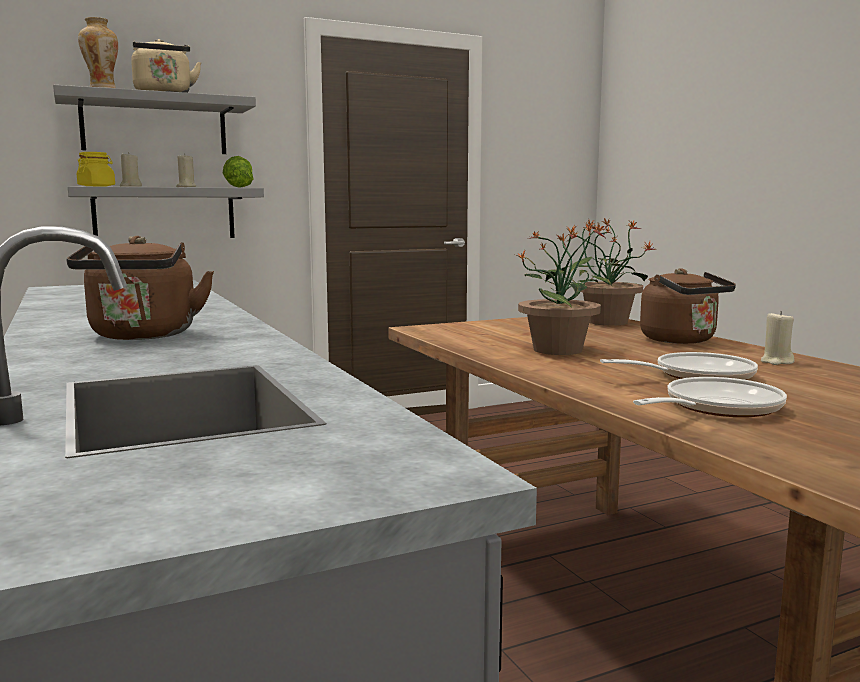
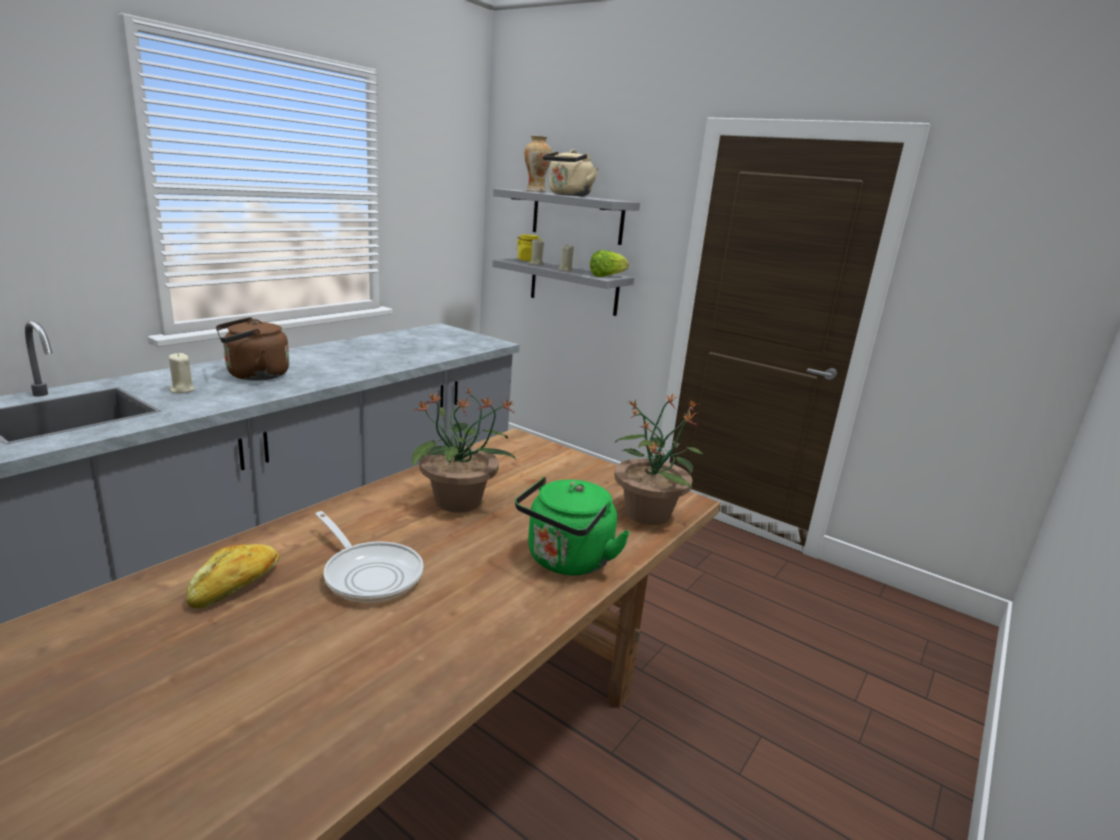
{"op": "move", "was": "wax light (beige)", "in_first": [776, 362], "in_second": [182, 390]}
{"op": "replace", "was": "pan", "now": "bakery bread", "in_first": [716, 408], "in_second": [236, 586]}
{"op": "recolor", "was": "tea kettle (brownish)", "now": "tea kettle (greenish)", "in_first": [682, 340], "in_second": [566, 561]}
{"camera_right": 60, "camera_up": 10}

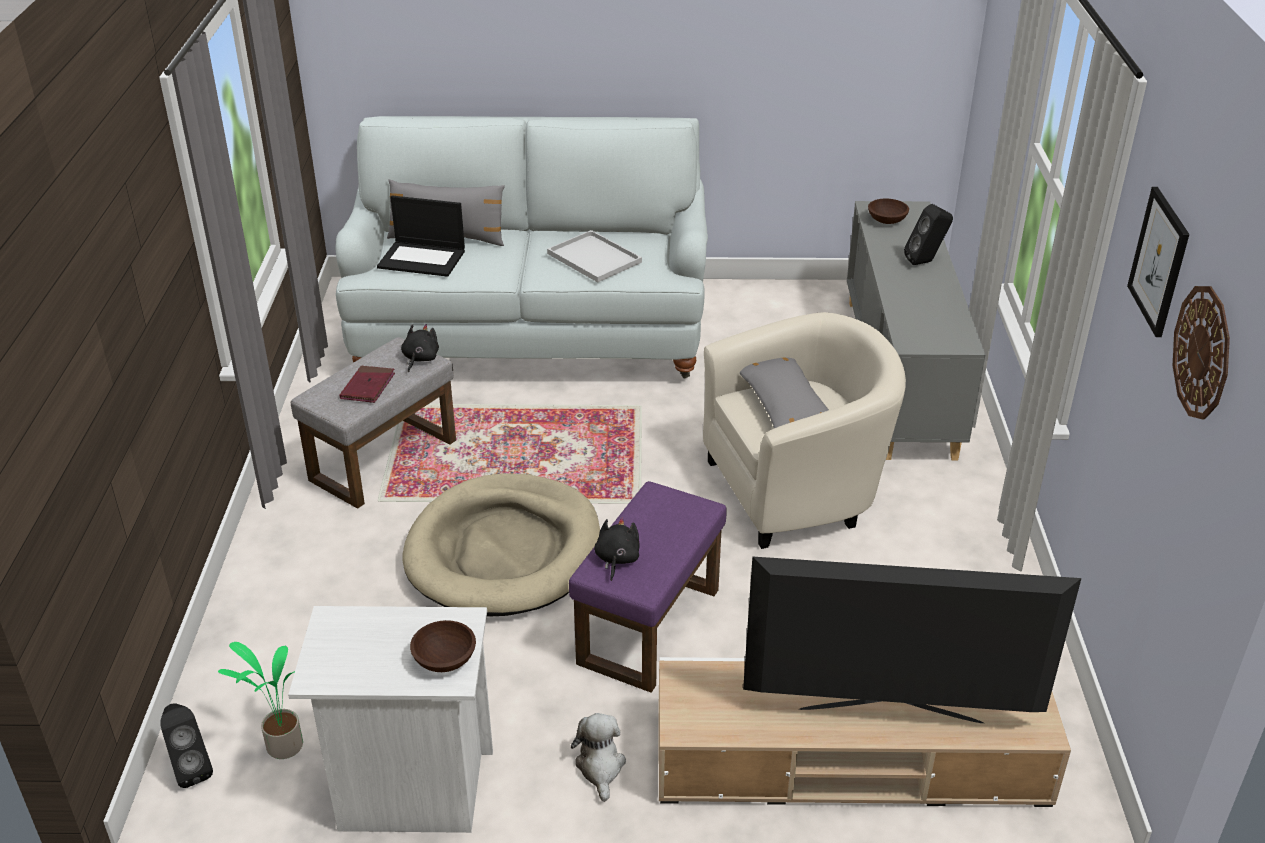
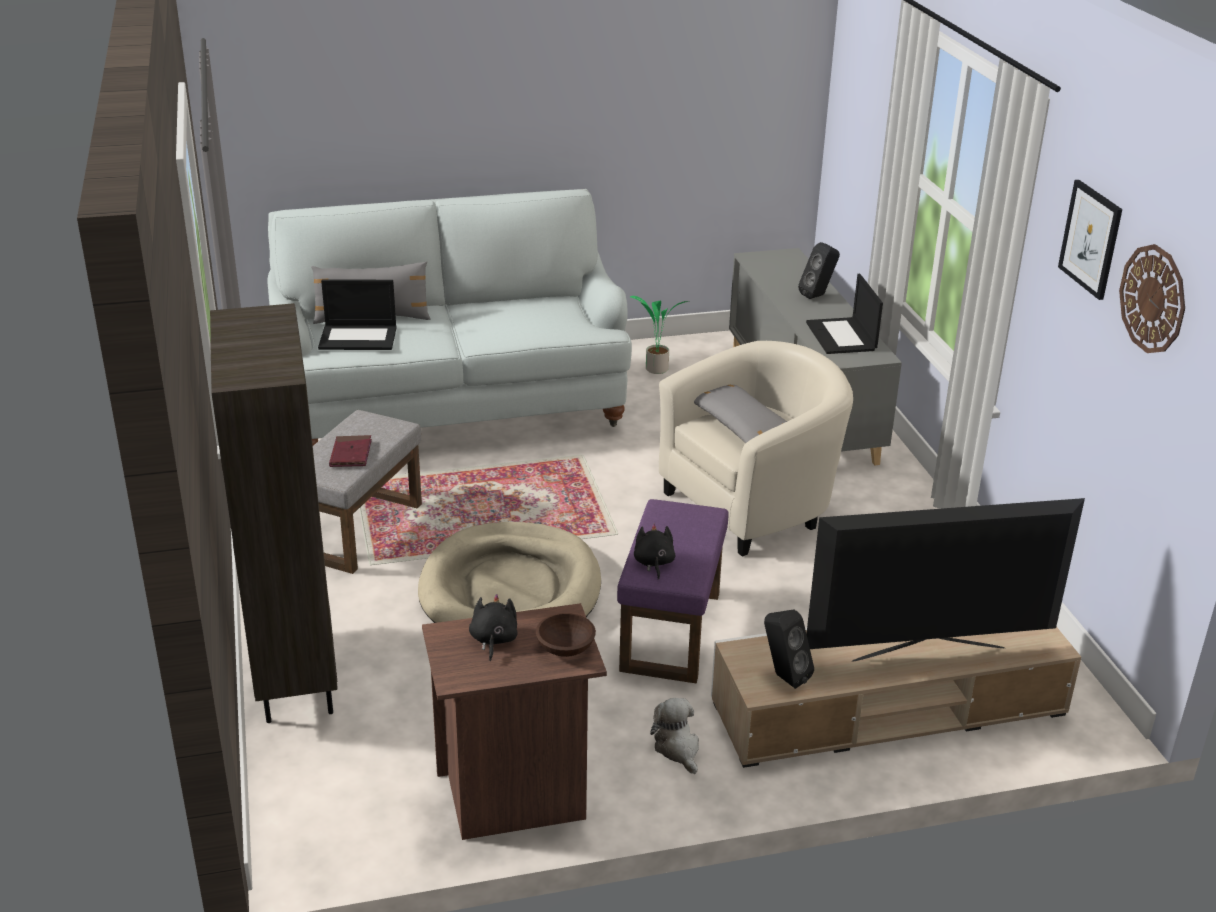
{"op": "delete", "was": "tray (whitish)", "in_first": [592, 257]}
{"op": "delete", "was": "deep dish (brownish)", "in_first": [886, 220]}
{"op": "insert", "now": "bookshelf (brownish)", "in_second": [293, 675]}
{"op": "insert", "now": "portable computer", "in_second": [842, 337]}
{"op": "move", "was": "audio speaker (blackish)", "in_first": [191, 769], "in_second": [783, 676]}
{"op": "move", "was": "houseplant", "in_first": [282, 747], "in_second": [655, 369]}
{"op": "move", "was": "plush toy (blackish)", "in_first": [420, 359], "in_second": [493, 640]}
{"op": "recolor", "was": "night table (whitish)", "now": "night table (brownish)", "in_first": [410, 791], "in_second": [514, 796]}
{"camera_right": -15, "camera_up": -5}

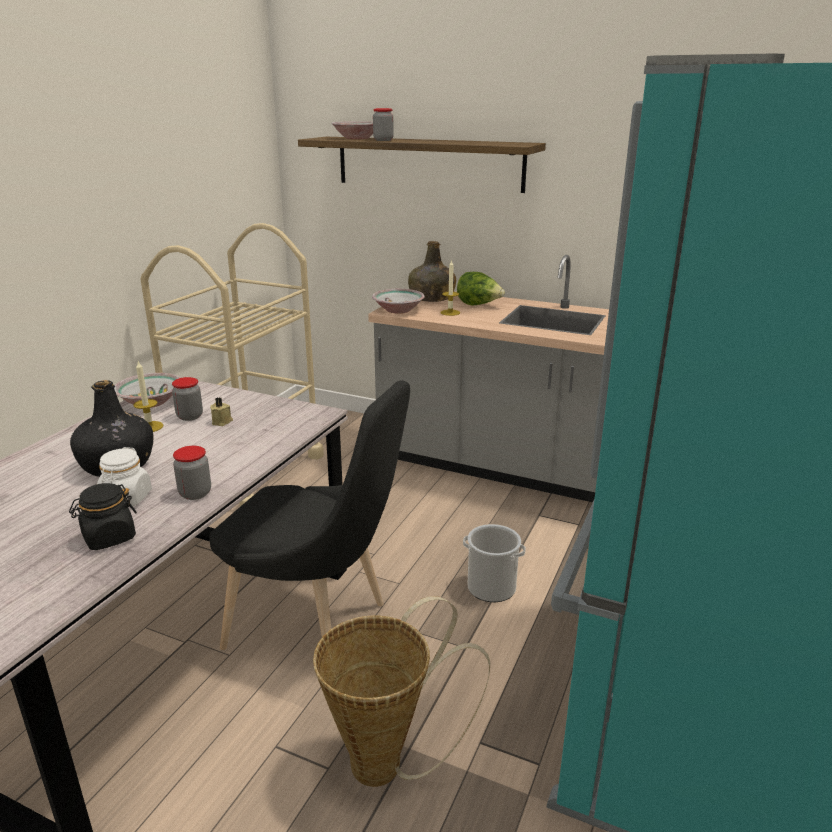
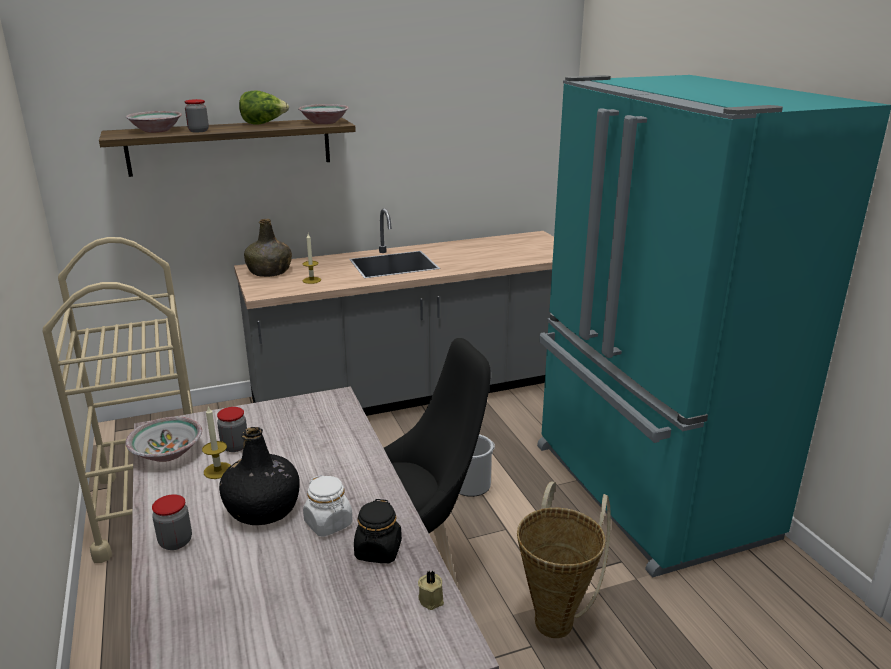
{"op": "move", "was": "jar", "in_first": [195, 493], "in_second": [175, 542]}
{"op": "move", "was": "wax light (beige)", "in_first": [222, 422], "in_second": [431, 599]}
{"op": "move", "was": "deep dish", "in_first": [398, 310], "in_second": [324, 122]}
{"op": "move", "was": "lettuce", "in_first": [478, 305], "in_second": [263, 124]}
{"camera_right": -45, "camera_up": 0}

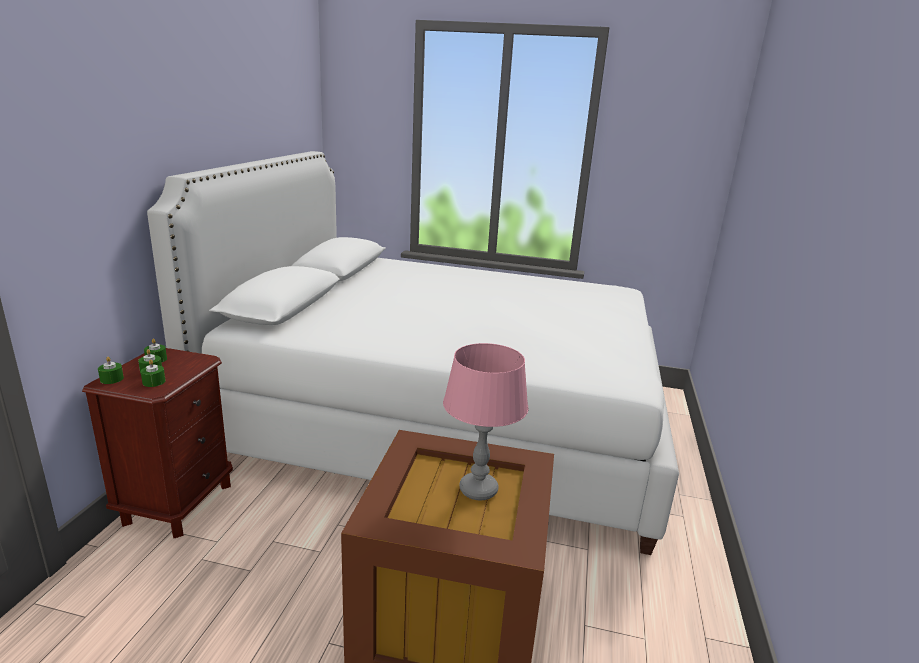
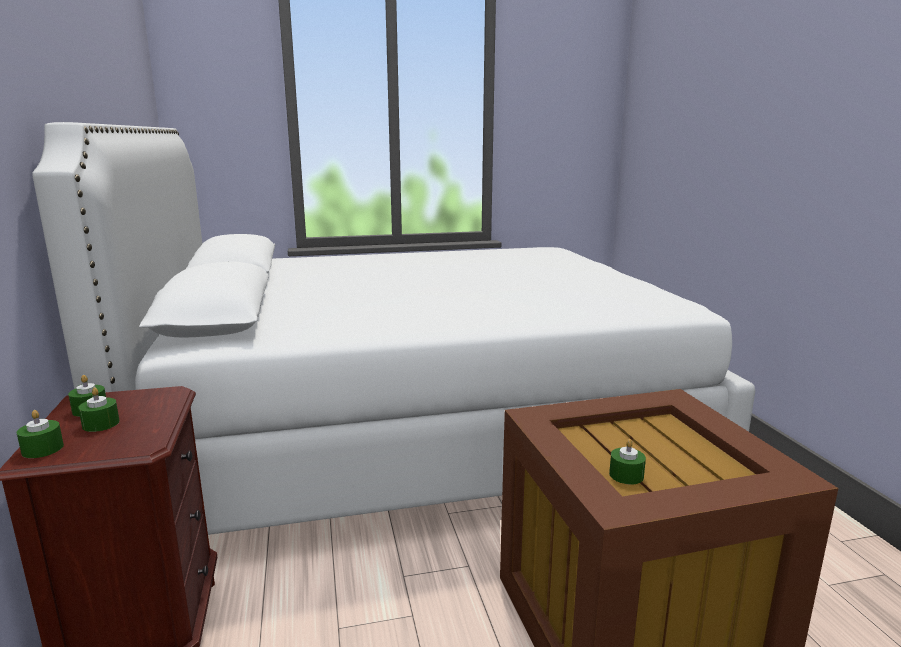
{"op": "delete", "was": "table lamp (pink-coloured)", "in_first": [478, 489]}
{"op": "move", "was": "wax light (greenish)", "in_first": [154, 382], "in_second": [626, 475]}
{"camera_right": -25, "camera_up": -5}

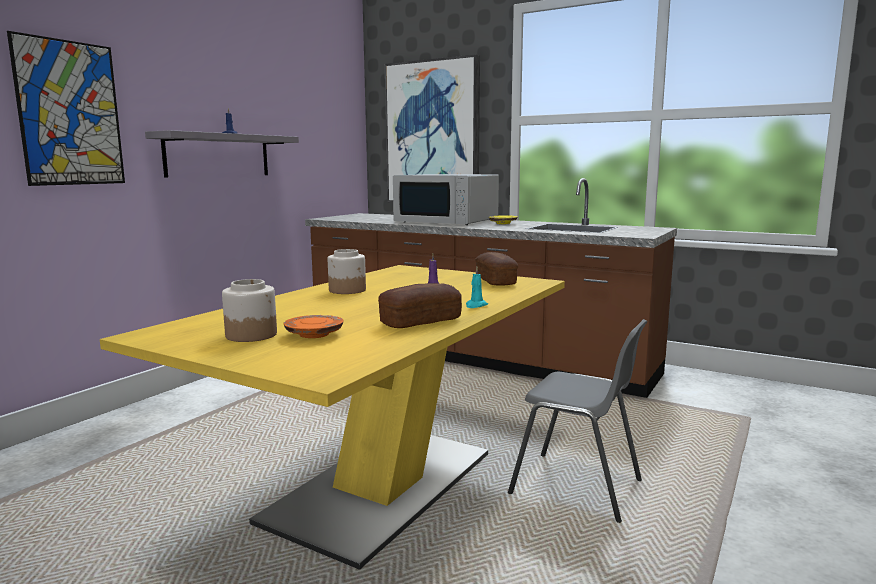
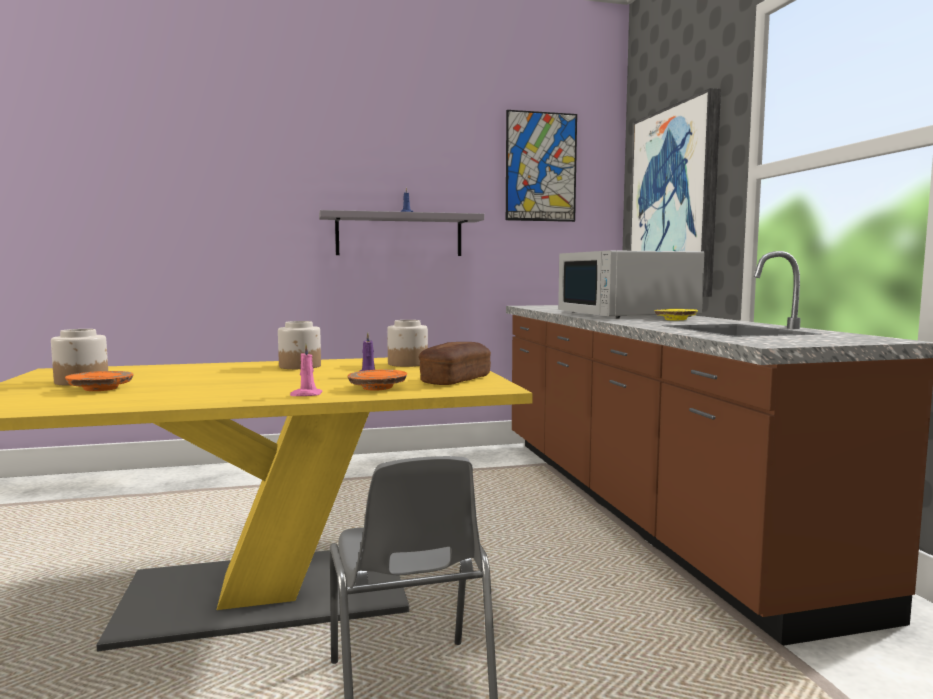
{"op": "delete", "was": "bakery bread", "in_first": [420, 321]}
{"op": "insert", "now": "plate (orange)", "in_second": [377, 388]}
{"op": "insert", "now": "jar", "in_second": [407, 364]}
{"op": "move", "was": "wall art", "in_first": [70, 113], "in_second": [541, 167]}
{"op": "recolor", "was": "wax light (turquoise-coloured)", "now": "wax light (pink-coloured)", "in_first": [475, 305], "in_second": [306, 395]}
{"camera_right": 45, "camera_up": -5}

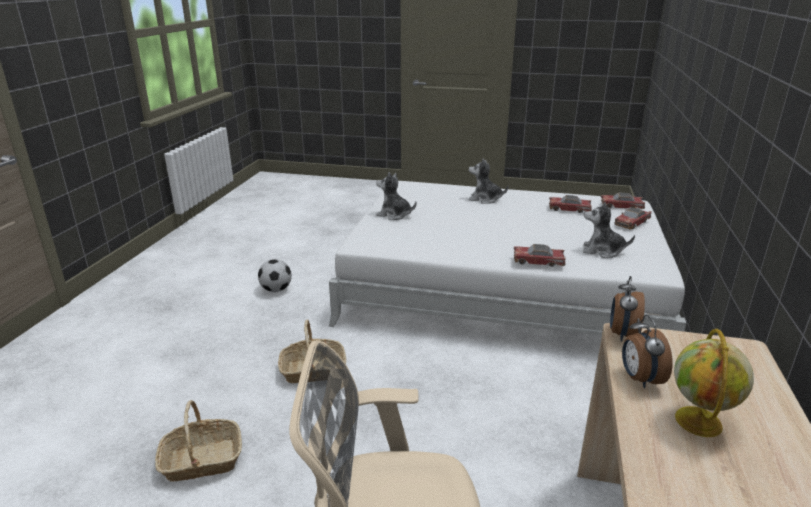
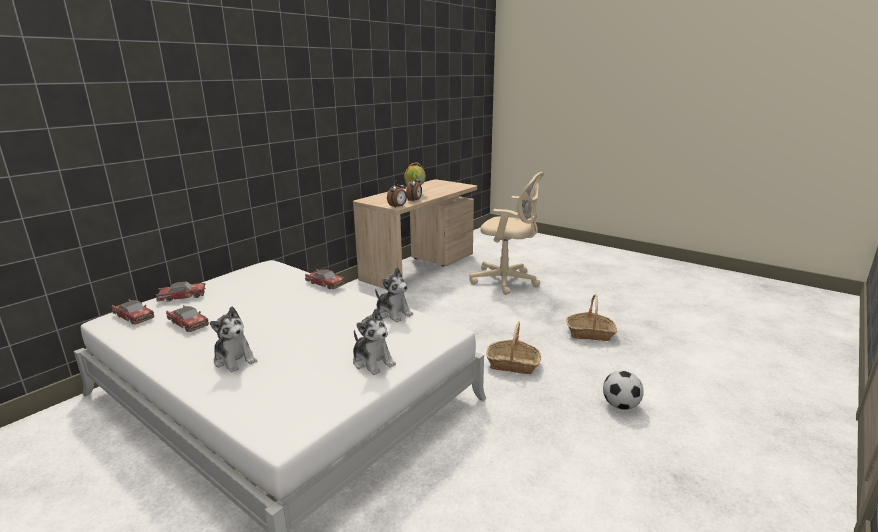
{"op": "move", "was": "football ball", "in_first": [276, 290], "in_second": [620, 405]}
{"op": "move", "was": "plush toy", "in_first": [602, 251], "in_second": [393, 313]}
{"camera_right": -155, "camera_up": -5}

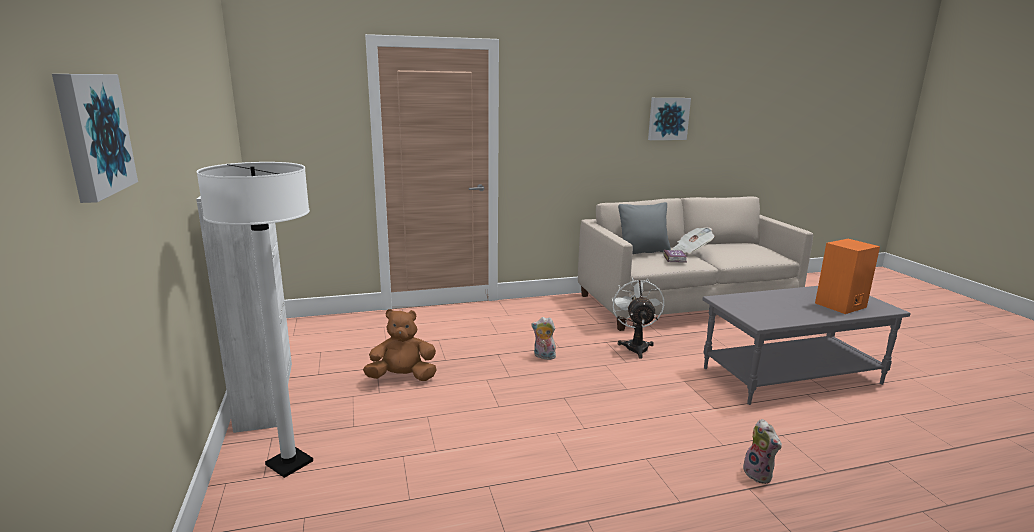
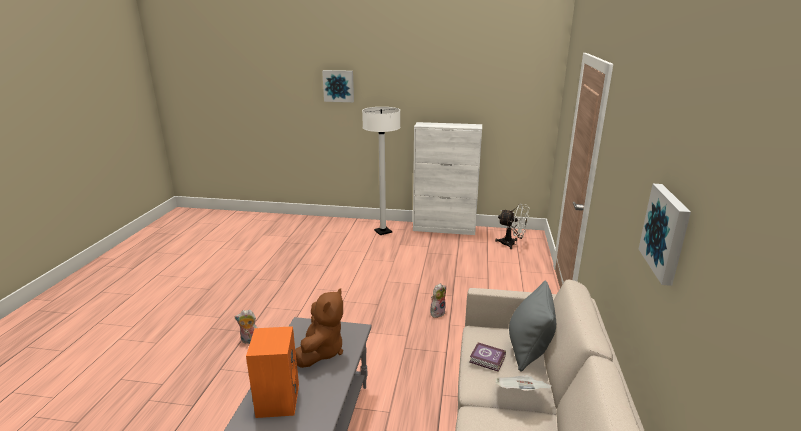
{"op": "move", "was": "plush toy (brownish)", "in_first": [402, 377], "in_second": [321, 351]}
{"op": "move", "was": "cooling fan (whitish)", "in_first": [635, 346], "in_second": [511, 244]}
{"camera_right": 115, "camera_up": 5}

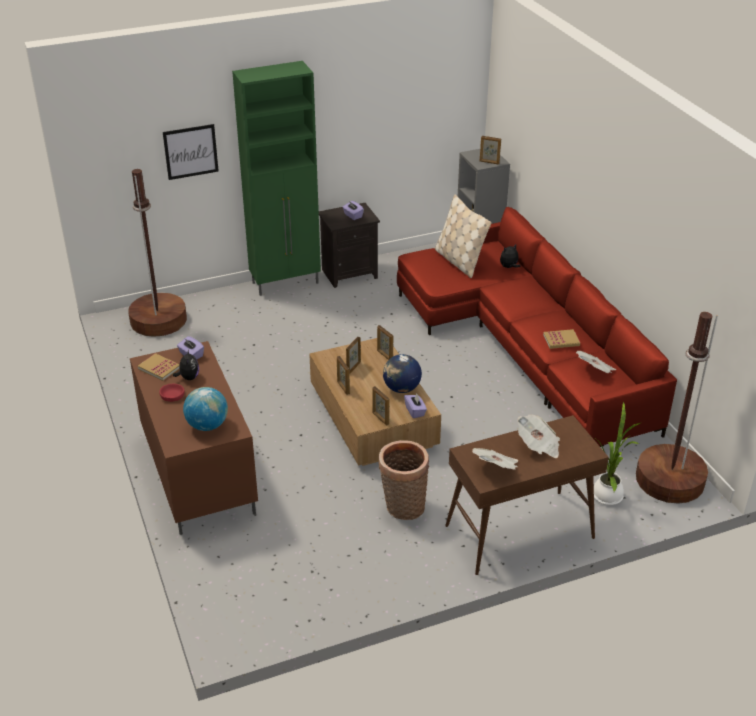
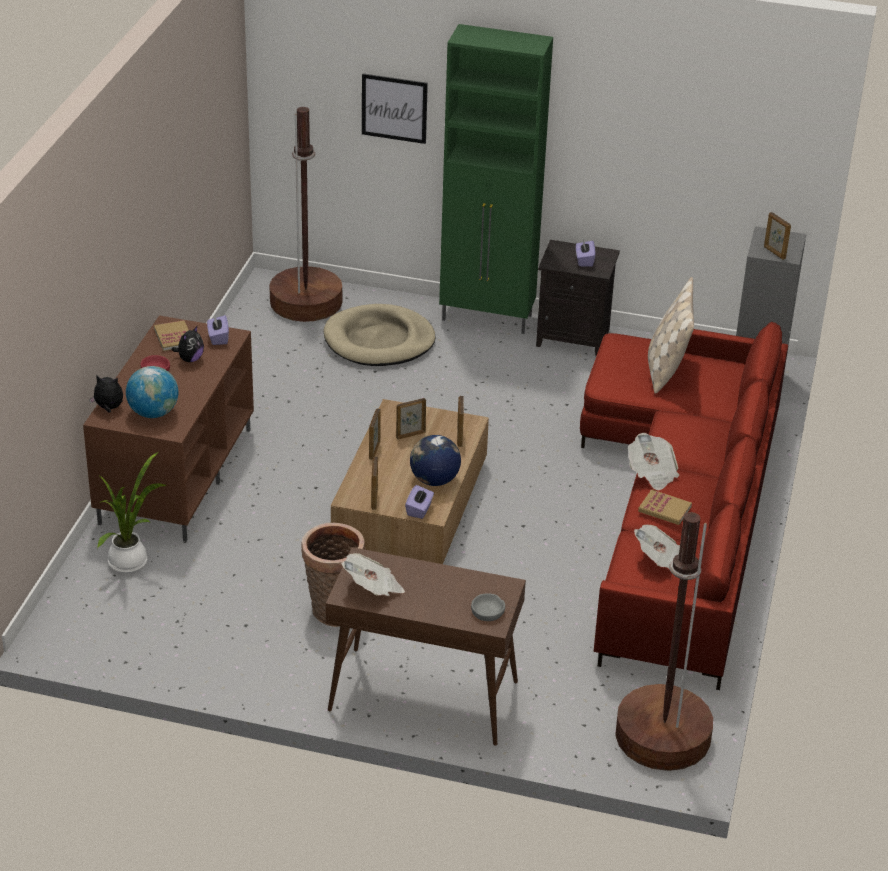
{"op": "insert", "now": "dog cushion (beige)", "in_second": [379, 341]}
{"op": "insert", "now": "deep dish (grey)", "in_second": [488, 611]}
{"op": "move", "was": "plush toy", "in_first": [509, 267], "in_second": [108, 408]}
{"op": "move", "was": "daily paper", "in_first": [538, 446], "in_second": [652, 473]}
{"op": "move", "was": "houseplant", "in_first": [608, 494], "in_second": [131, 561]}
{"camera_right": 35, "camera_up": 0}

